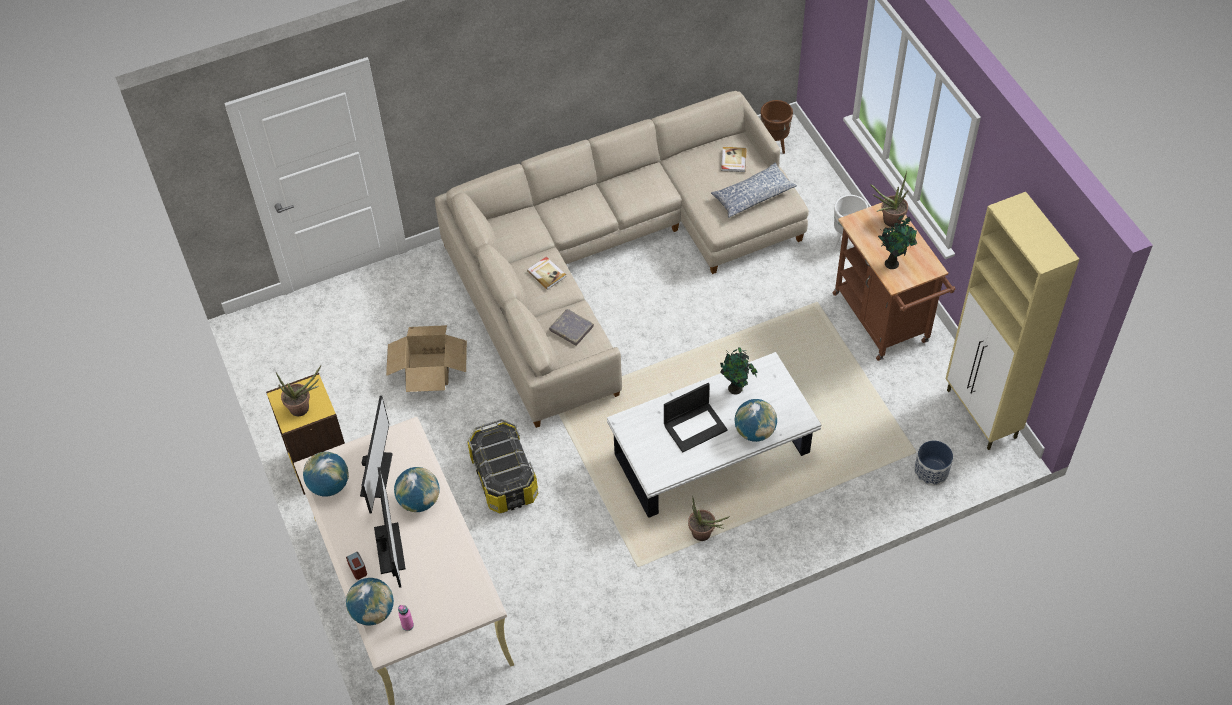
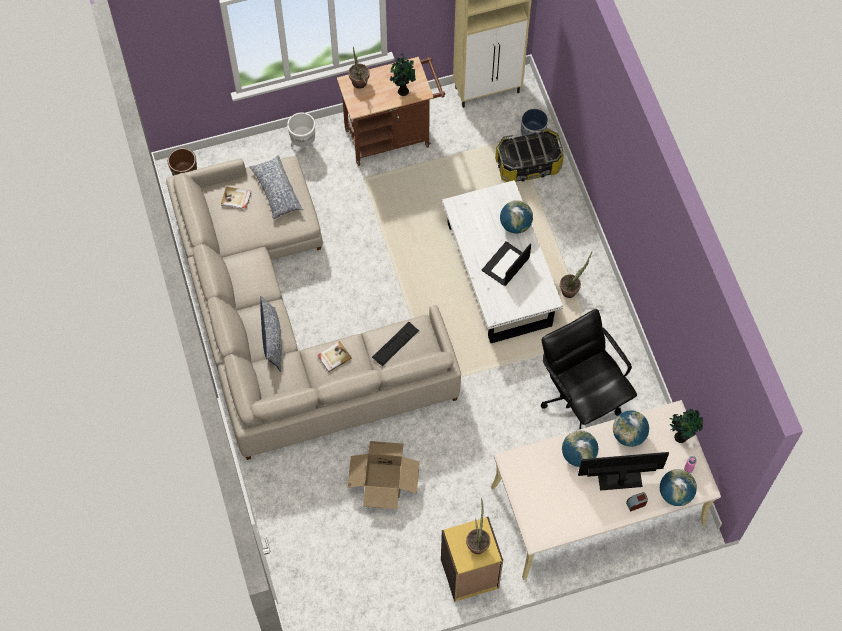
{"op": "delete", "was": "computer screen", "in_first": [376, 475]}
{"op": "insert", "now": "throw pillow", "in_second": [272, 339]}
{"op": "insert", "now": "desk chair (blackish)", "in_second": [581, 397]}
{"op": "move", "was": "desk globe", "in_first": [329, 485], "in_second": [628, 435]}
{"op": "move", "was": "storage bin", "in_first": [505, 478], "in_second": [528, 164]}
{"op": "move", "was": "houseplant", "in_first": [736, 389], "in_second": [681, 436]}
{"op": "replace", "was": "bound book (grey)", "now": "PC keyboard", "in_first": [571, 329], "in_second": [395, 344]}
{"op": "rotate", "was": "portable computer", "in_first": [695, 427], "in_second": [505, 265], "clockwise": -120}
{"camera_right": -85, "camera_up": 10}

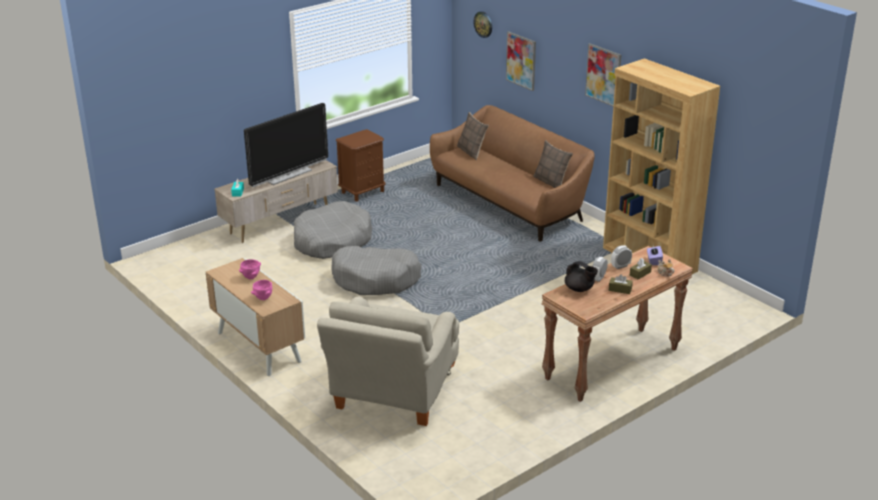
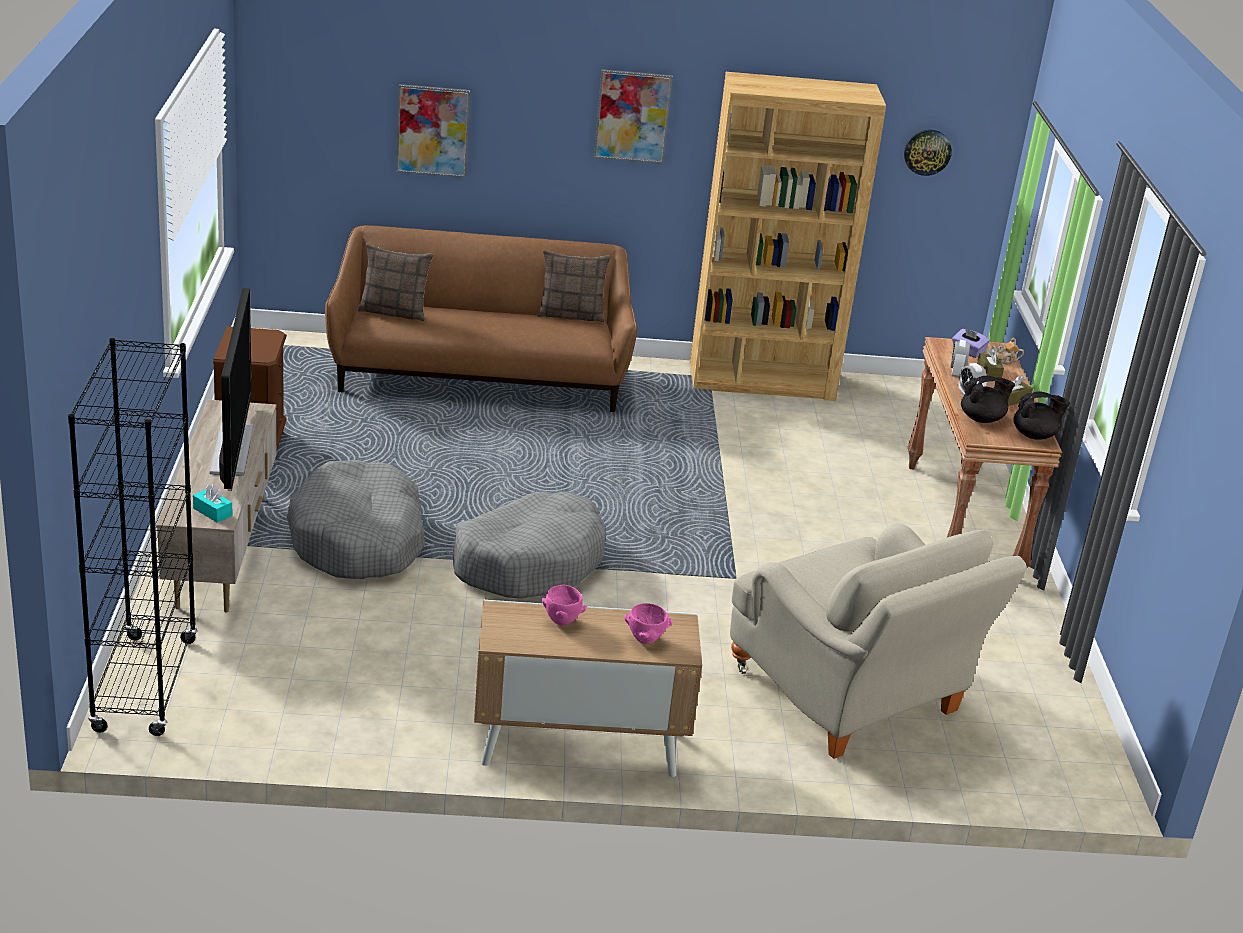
{"op": "insert", "now": "bookshelf (blackish)", "in_second": [145, 685]}
{"op": "insert", "now": "pot for tea (blackish)", "in_second": [1035, 435]}
{"op": "move", "was": "hanging clock", "in_first": [483, 24], "in_second": [927, 152]}
{"camera_right": -55, "camera_up": 0}

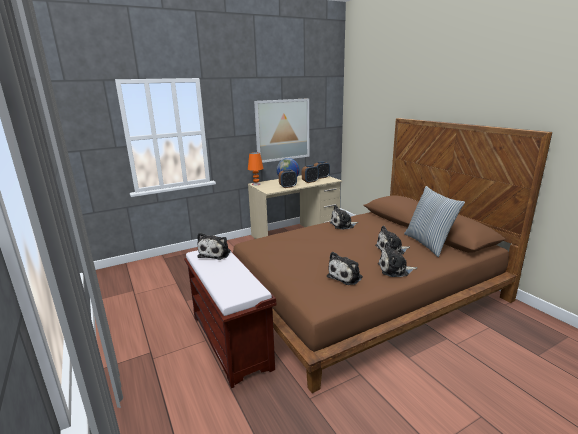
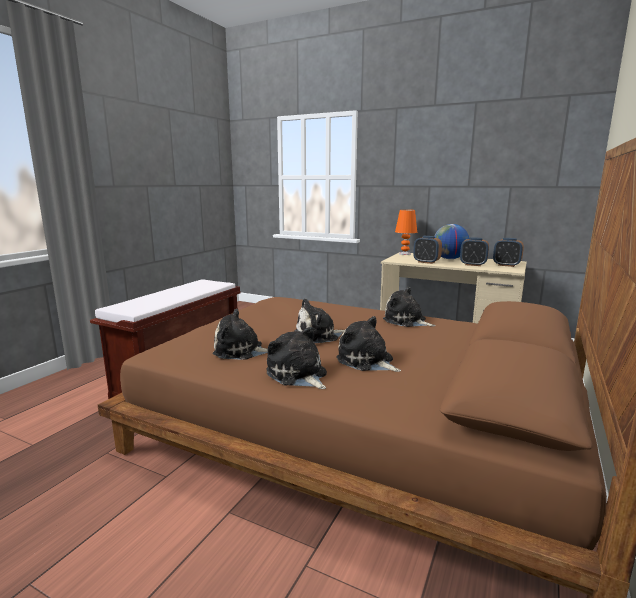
{"op": "delete", "was": "wall art", "in_first": [282, 130]}
{"op": "delete", "was": "throw pillow", "in_first": [428, 244]}
{"op": "move", "was": "plush toy", "in_first": [216, 253], "in_second": [319, 335]}
{"camera_right": 55, "camera_up": -5}

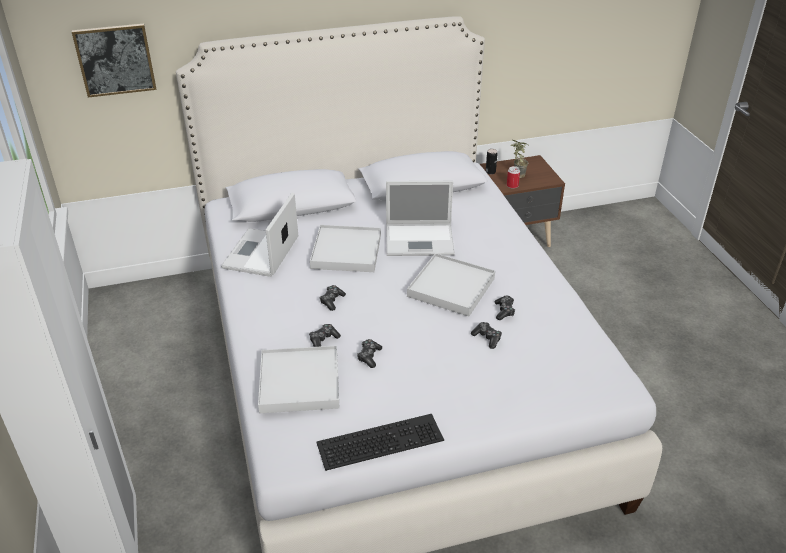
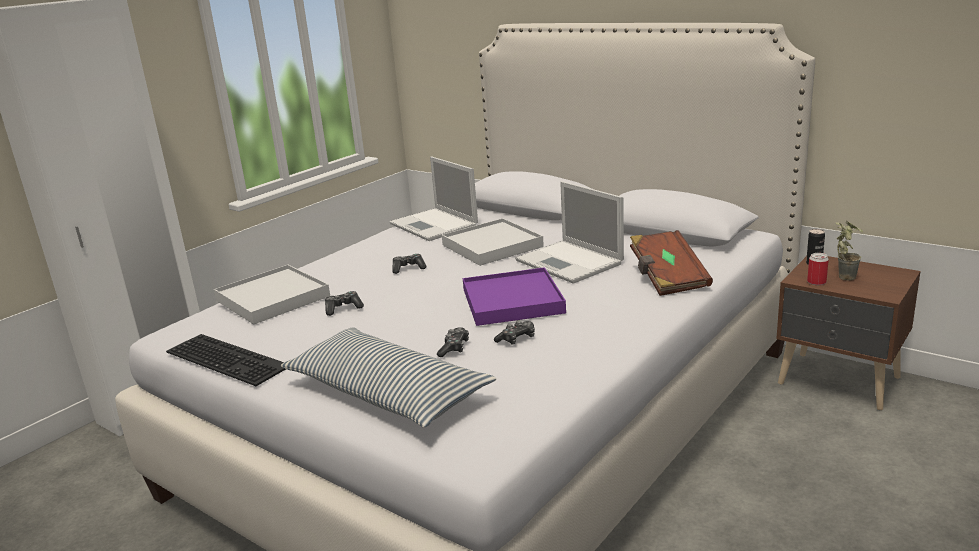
{"op": "delete", "was": "wall art", "in_first": [115, 60]}
{"op": "delete", "was": "joypad", "in_first": [323, 340]}
{"op": "insert", "now": "throw pillow", "in_second": [387, 393]}
{"op": "insert", "now": "bound book (brownish)", "in_second": [667, 278]}
{"op": "recolor", "was": "tray (whitish)", "now": "tray (purple)", "in_first": [451, 287], "in_second": [513, 301]}
{"op": "rotate", "was": "portable computer", "in_first": [260, 254], "in_second": [435, 225], "clockwise": -105}
{"camera_right": 55, "camera_up": -15}

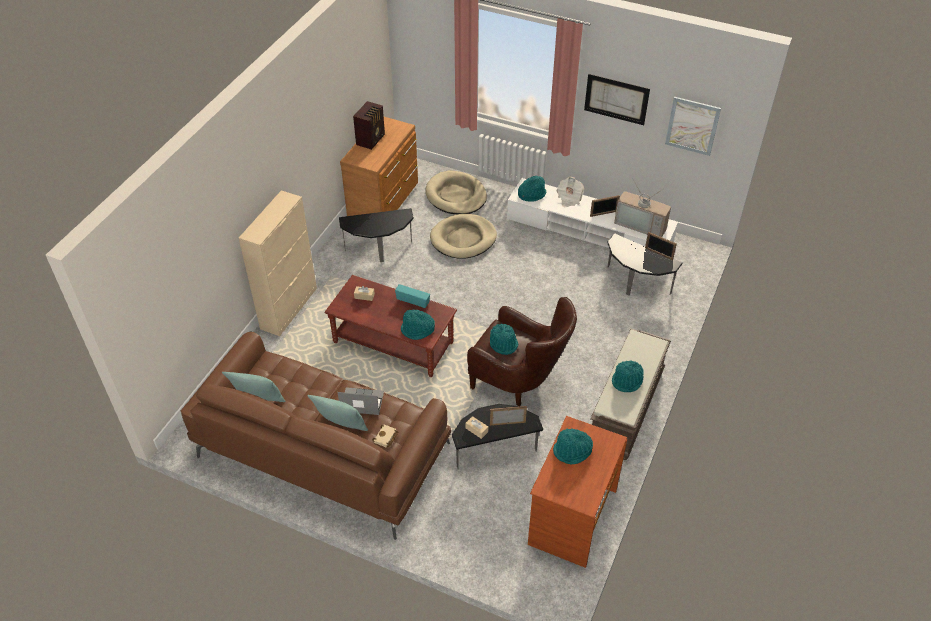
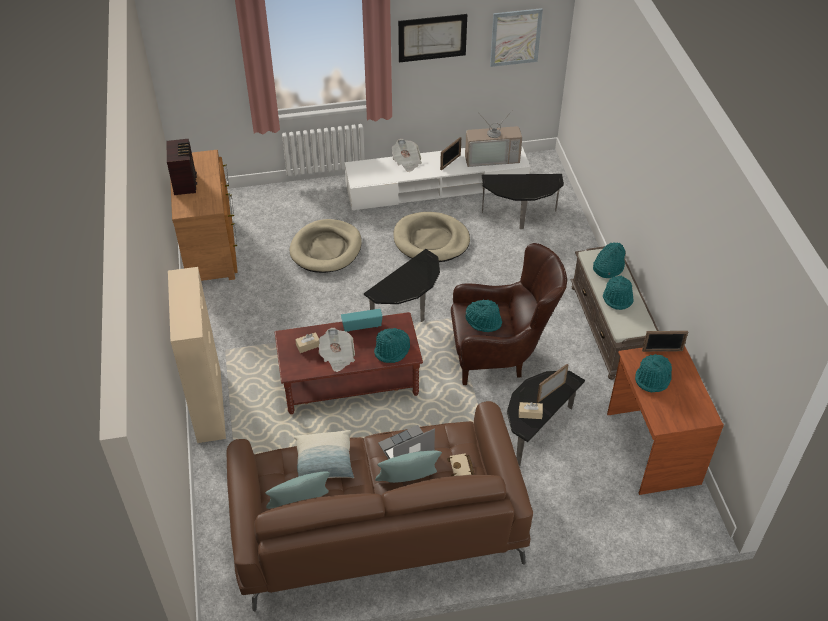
{"op": "insert", "now": "throw pillow", "in_second": [324, 462]}
{"op": "insert", "now": "daily paper", "in_second": [337, 356]}
{"op": "move", "was": "end table", "in_first": [379, 250], "in_second": [408, 311]}
{"op": "move", "was": "dog cushion (beige)", "in_first": [456, 196], "in_second": [431, 240]}
{"op": "move", "was": "wearable hat (turquoise-coloured)", "in_first": [531, 194], "in_second": [608, 267]}
{"op": "move", "was": "standing frame", "in_first": [658, 254], "in_second": [662, 351]}
{"camera_right": -35, "camera_up": 0}

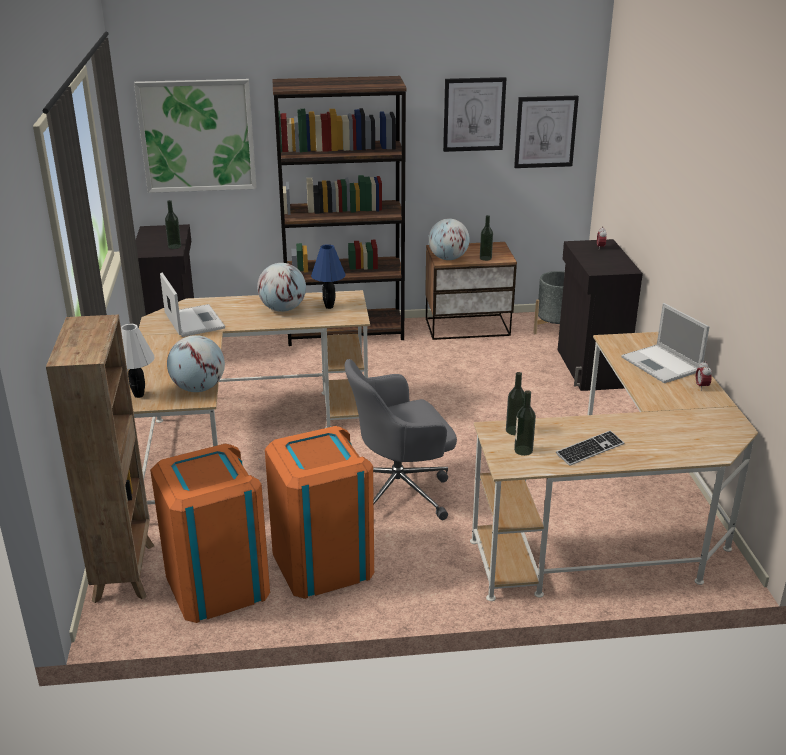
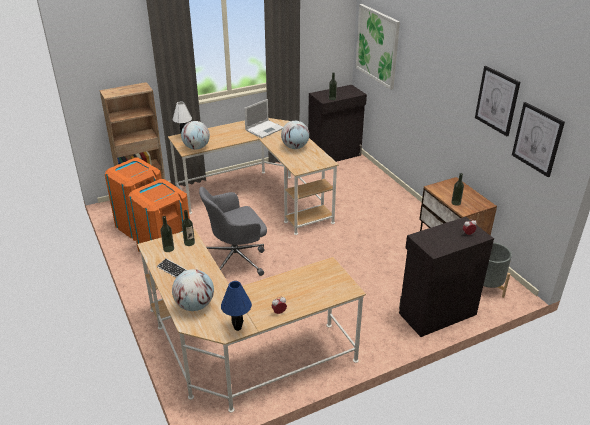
{"op": "delete", "was": "bookshelf (brownish)", "in_first": [345, 332]}
{"op": "delete", "was": "portable computer", "in_first": [662, 365]}
{"op": "move", "was": "table lamp (bluish)", "in_first": [329, 307], "in_second": [237, 328]}
{"op": "move", "was": "desk globe", "in_first": [448, 258], "in_second": [194, 305]}
{"op": "rotate", "was": "desk chair (grey)", "in_first": [399, 491], "in_second": [236, 259], "clockwise": -75}
{"camera_right": 70, "camera_up": 5}

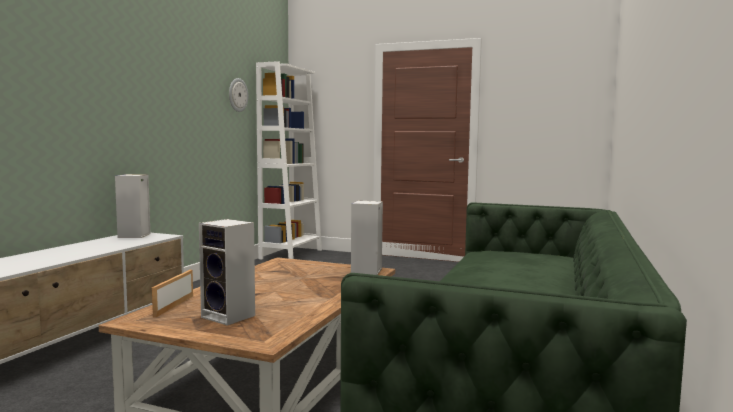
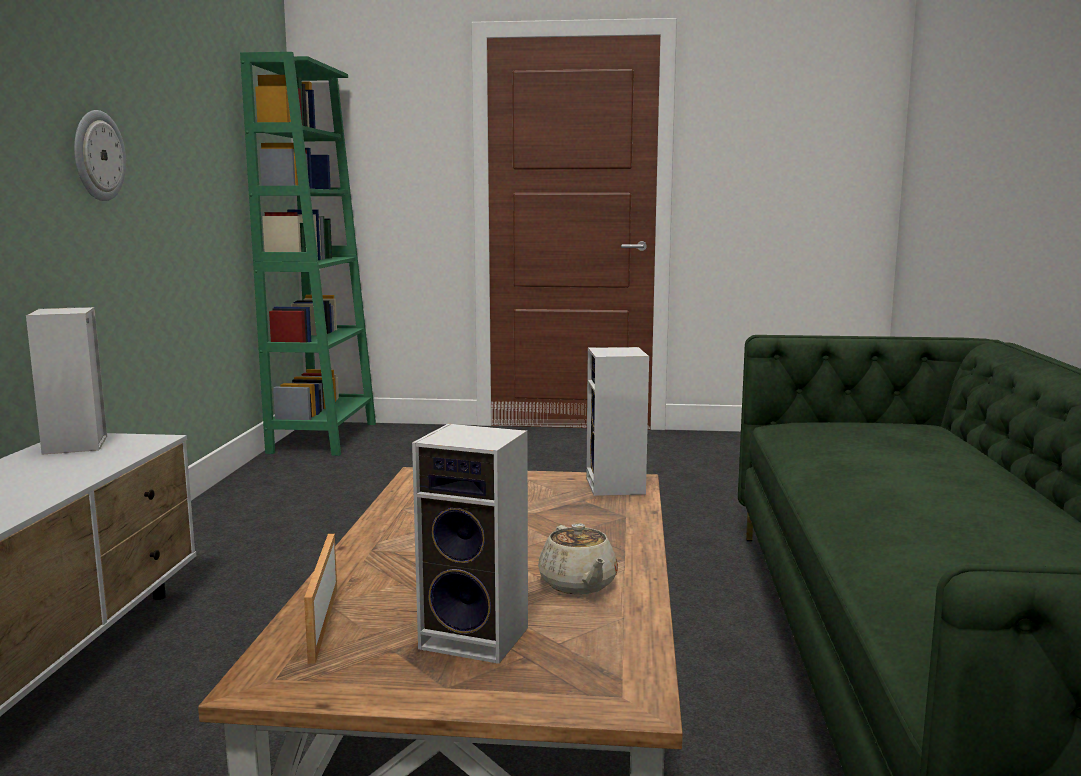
{"op": "insert", "now": "pot for tea (beige)", "in_second": [578, 584]}
{"op": "move", "was": "hanging clock", "in_first": [237, 95], "in_second": [98, 156]}
{"op": "recolor", "was": "bookshelf (whitish)", "now": "bookshelf (greenish)", "in_first": [291, 254], "in_second": [323, 438]}
{"camera_right": -15, "camera_up": 5}

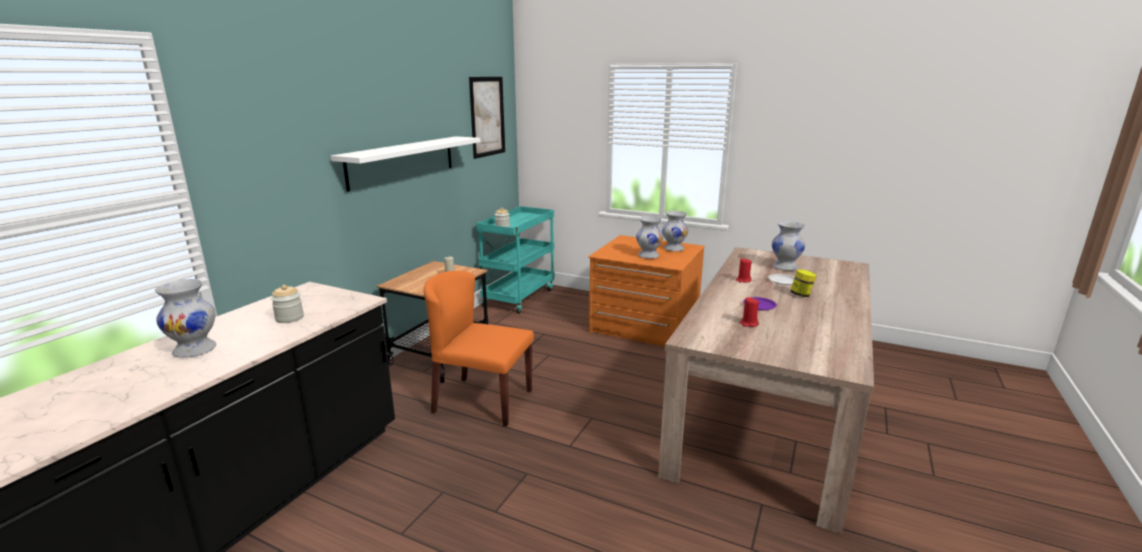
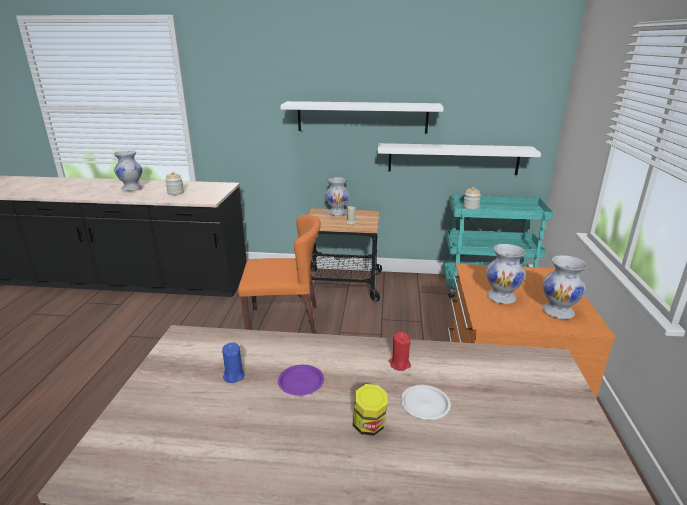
{"op": "delete", "was": "wall art", "in_first": [487, 116]}
{"op": "insert", "now": "shelf (whitish)", "in_second": [453, 159]}
{"op": "move", "was": "flower vase (whitish)", "in_first": [785, 267], "in_second": [337, 213]}
{"op": "recolor", "was": "wax light (red)", "now": "wax light (bluish)", "in_first": [748, 324], "in_second": [233, 376]}
{"op": "rotate", "was": "plain chair (orange)", "in_first": [482, 401], "in_second": [284, 322], "clockwise": 90}
{"camera_right": 70, "camera_up": 5}

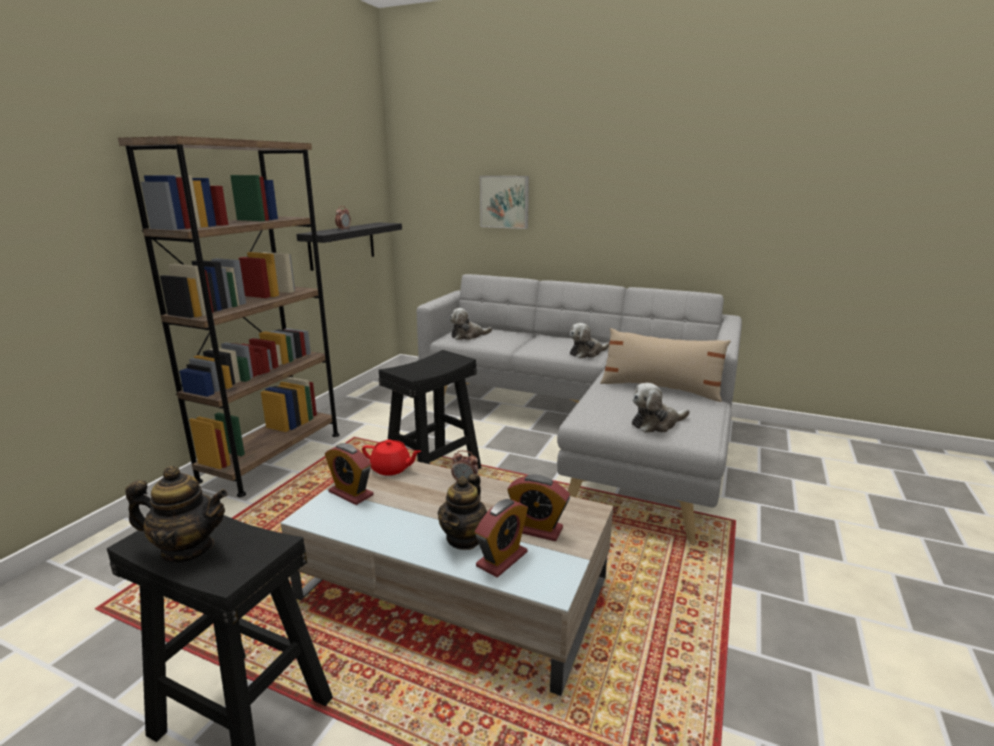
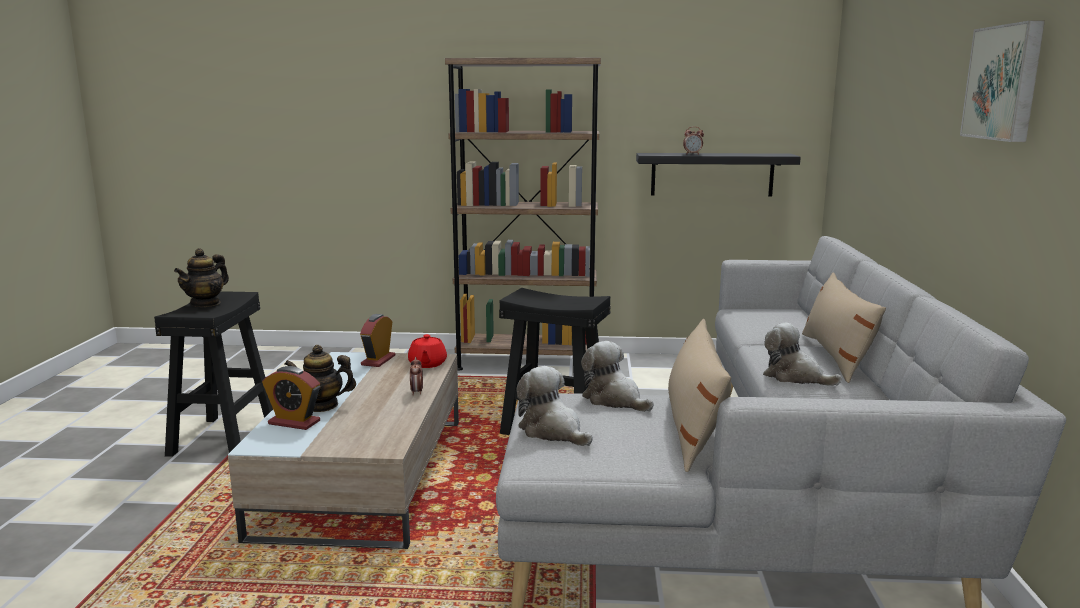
{"op": "delete", "was": "alarm clock", "in_first": [537, 529]}
{"op": "insert", "now": "throw pillow (beige)", "in_second": [836, 357]}
{"op": "move", "was": "plush toy", "in_first": [468, 336], "in_second": [614, 400]}
{"op": "move", "was": "wall art", "in_first": [505, 202], "in_second": [1005, 83]}
{"op": "rotate", "was": "pot for tea", "in_first": [188, 549], "in_second": [205, 303], "clockwise": 45}
{"camera_right": 70, "camera_up": -5}

